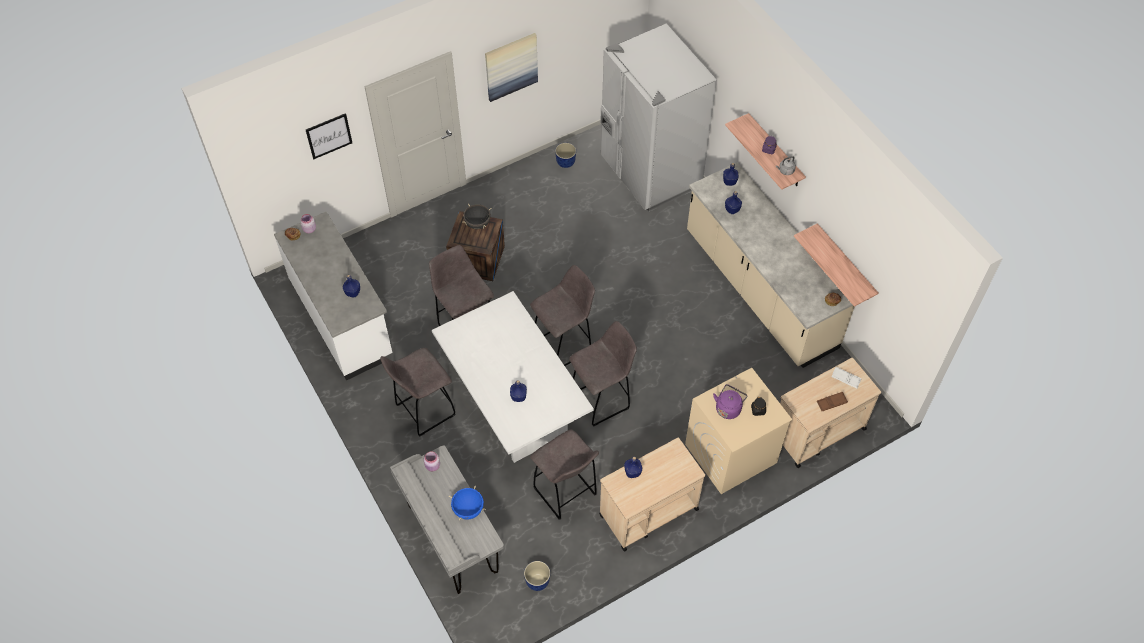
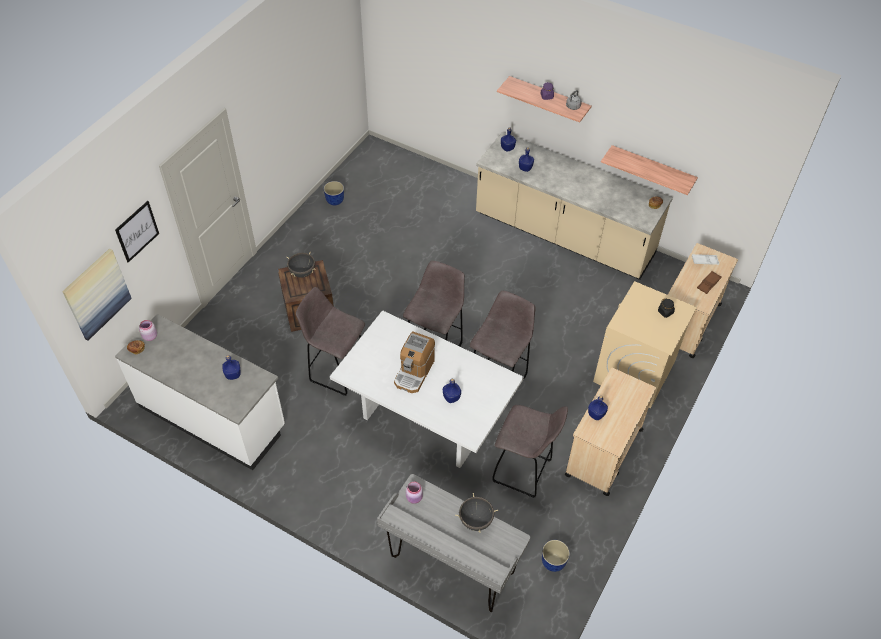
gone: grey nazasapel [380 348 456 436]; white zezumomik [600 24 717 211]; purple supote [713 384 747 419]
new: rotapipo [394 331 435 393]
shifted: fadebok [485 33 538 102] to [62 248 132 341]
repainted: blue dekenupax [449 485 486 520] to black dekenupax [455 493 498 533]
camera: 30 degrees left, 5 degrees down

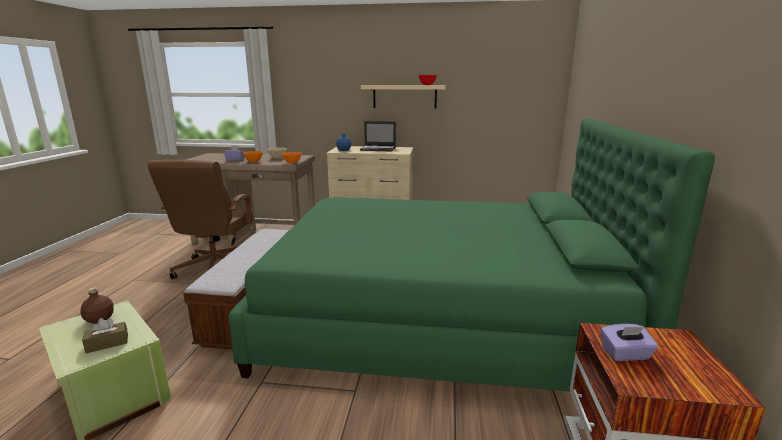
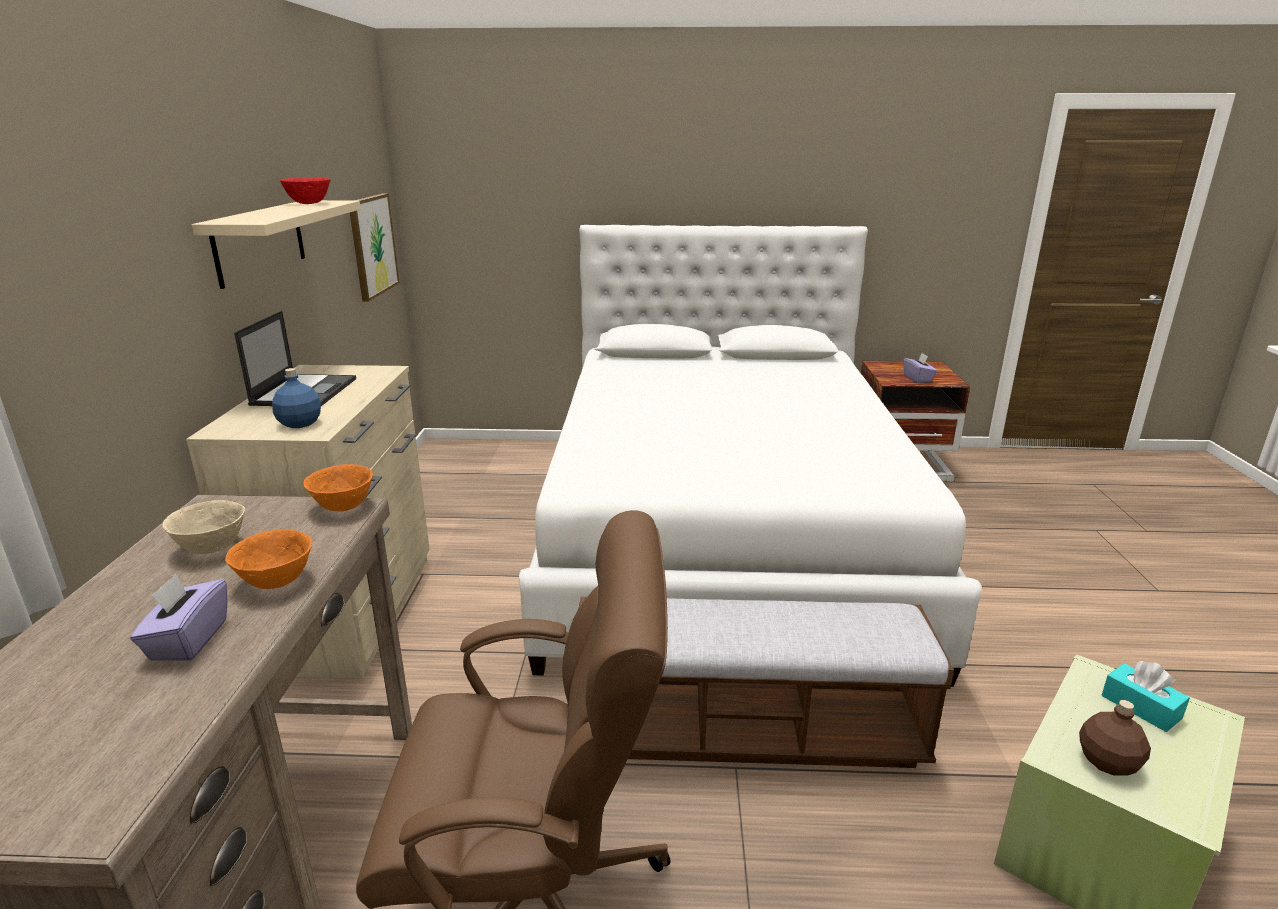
new: fadebok [350 193 400 302]
repainted: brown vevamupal [82 318 128 353] to turquoise vevamupal [1102 661 1190 732]; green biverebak [228 118 715 392] to white biverebak [519 225 982 687]
camera: 95 degrees left, 5 degrees up

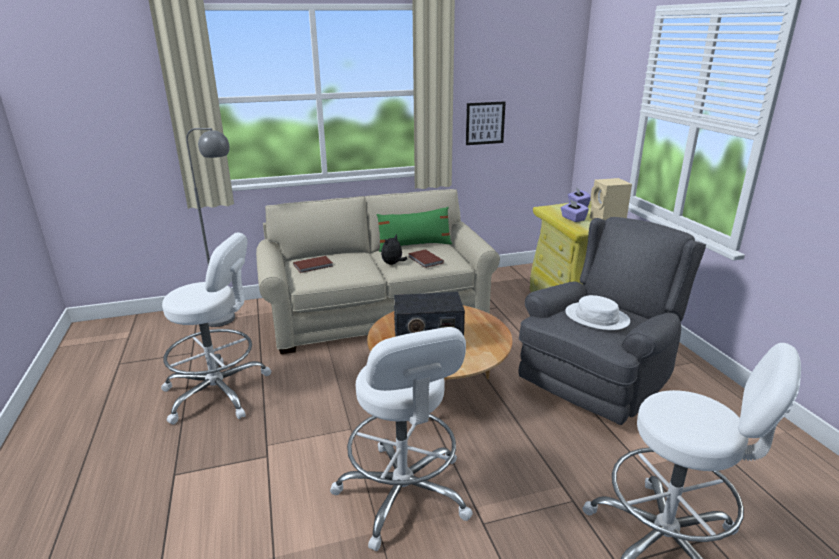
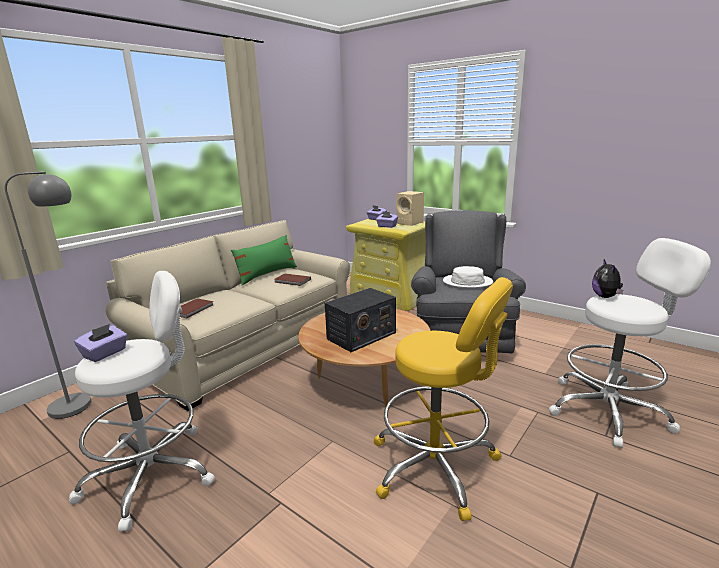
gone: fadebok [466 102 506 145]
new: purple vevamupal [74 324 127 362]
shifted: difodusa [381 234 407 265] to [592 260 623 298]
repainted: white nazasapel [330 327 473 551] to yellow nazasapel [373 277 513 521]
camera: 35 degrees left, 5 degrees down

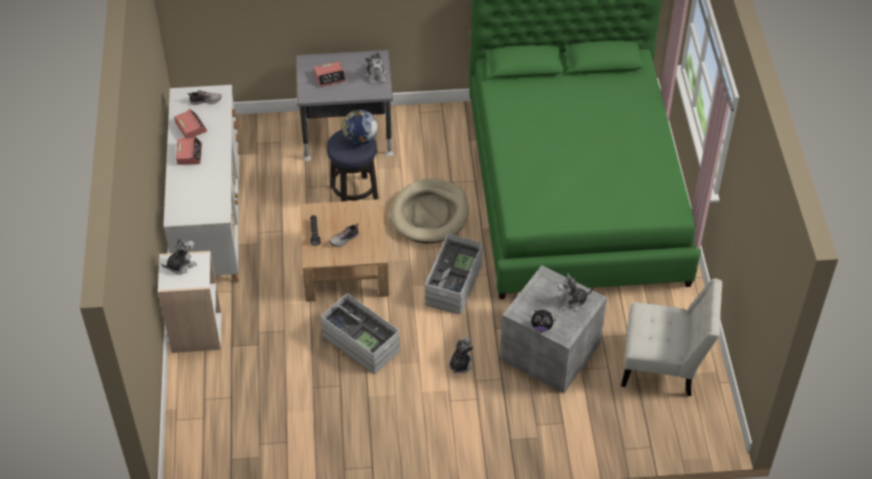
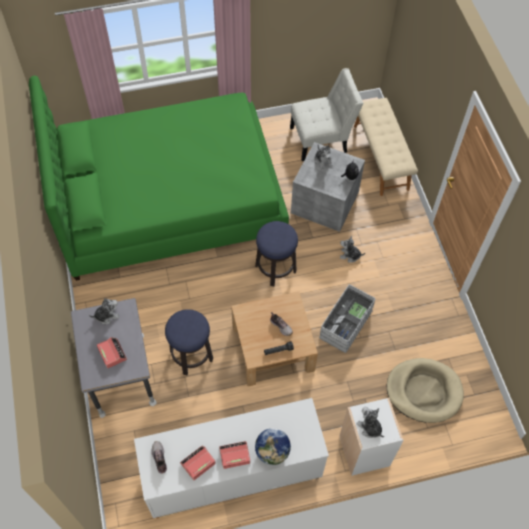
new: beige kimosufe [354 98 418 196]
shifted: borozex [342 110 378 145] to [255 428 291 465]; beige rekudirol [390 179 469 244] to [387 358 464 423]
swapped: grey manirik [425 234 483 314] to nazasapel [255 221 298 286]
rotated: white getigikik [621 278 722 396] = [290 68 363 161] 75 degrees clockwise
camera: 100 degrees left, 10 degrees up

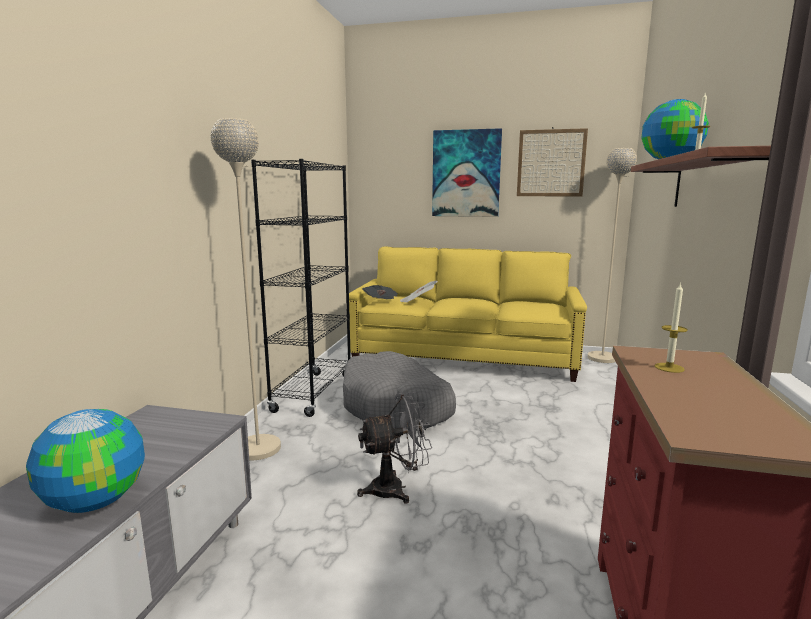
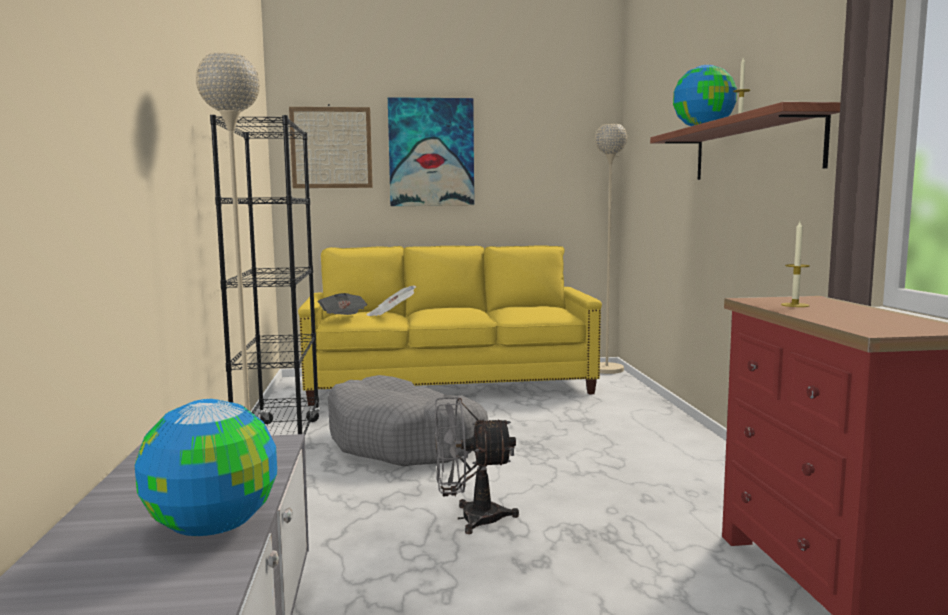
shifted: fadebok [517 127 588 196] to [289 104 373 188]
rotated: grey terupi [357 392 432 504] = [434 397 519 534] 150 degrees counterclockwise
camera: 20 degrees left, 5 degrees down

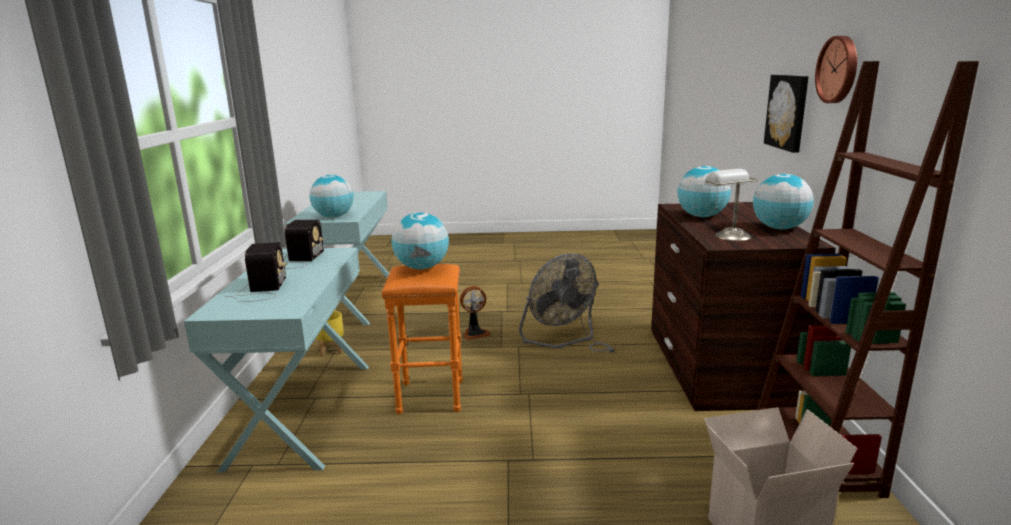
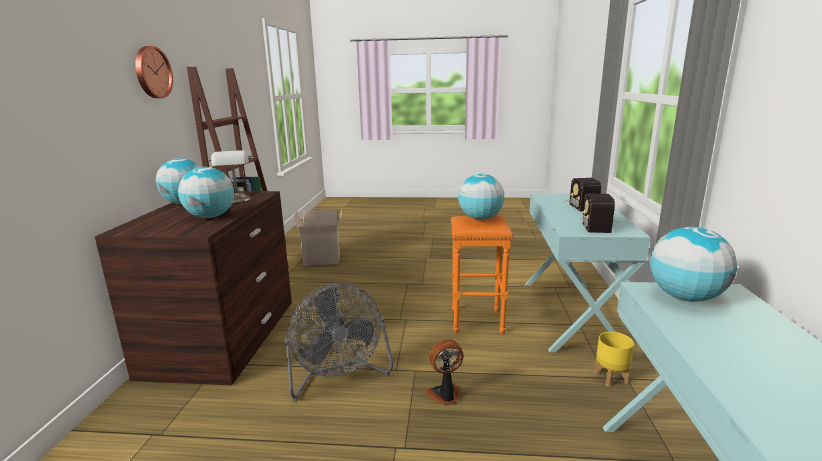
gone: fadebok [764 75 809 153]
camera: 175 degrees left, 0 degrees up

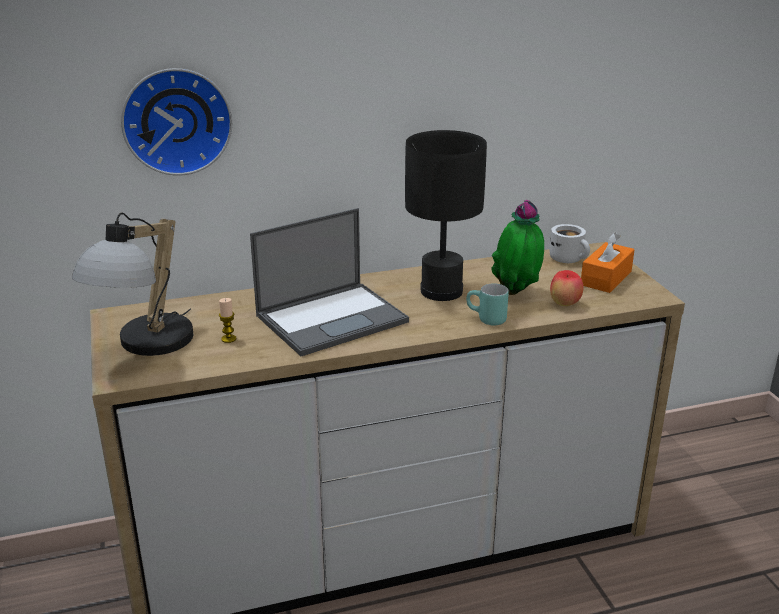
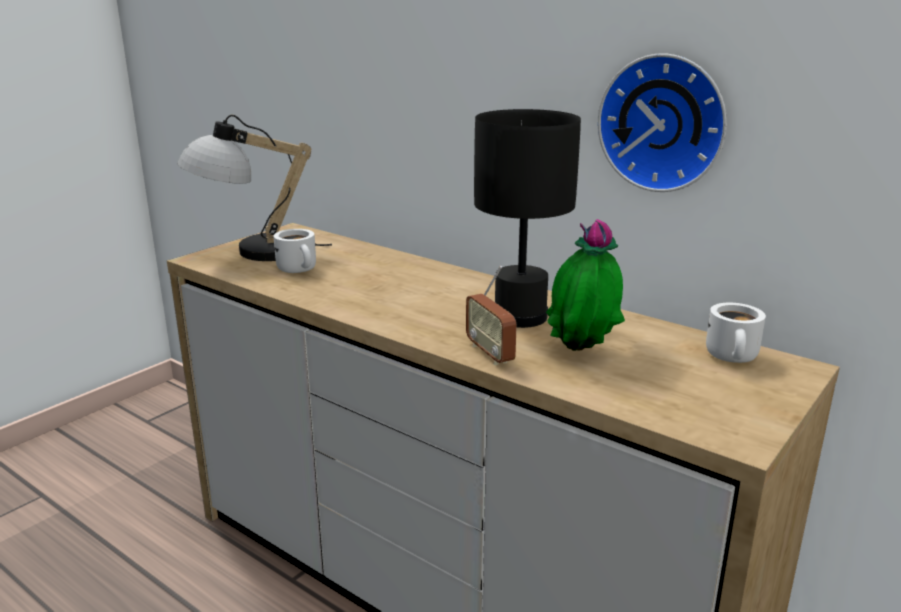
gone: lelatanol [250 208 409 356]; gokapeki [550 270 583 306]; orange vevamupal [581 232 635 293]
shifted: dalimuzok [121 68 232 175] to [598 53 727 192]
swapped: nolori [219 298 236 343] to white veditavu [273 229 316 273]; turquoise veditavu [466 283 509 325] to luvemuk [466 266 517 365]
camera: 55 degrees right, 5 degrees down

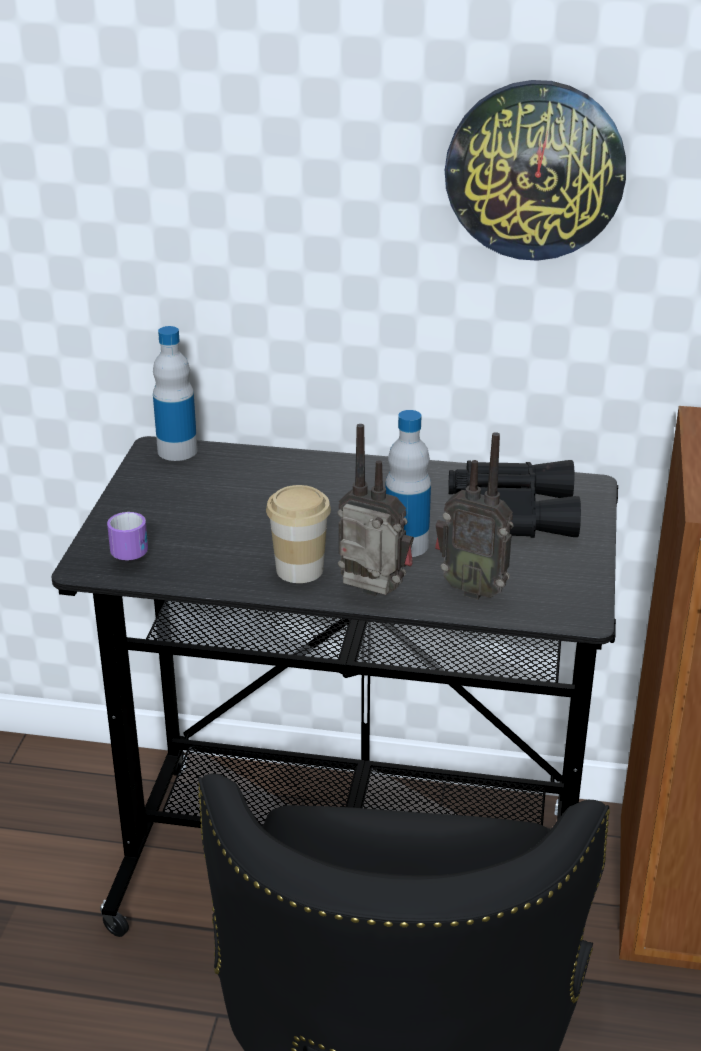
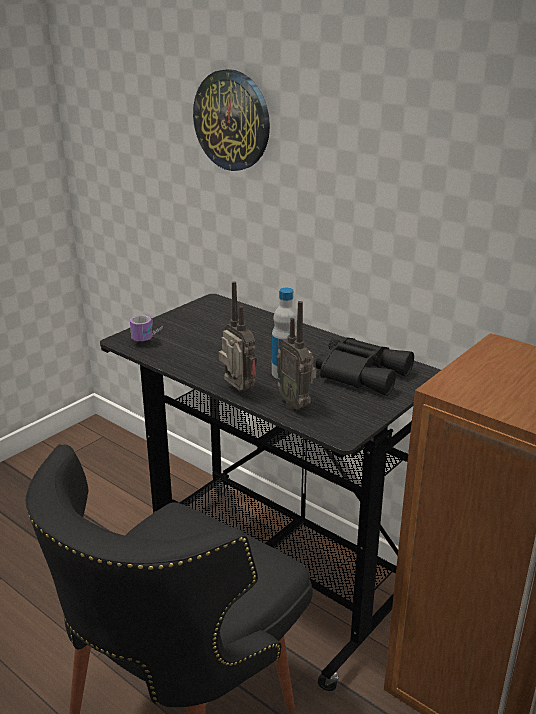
gone: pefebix [153 326 198 461]; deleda [266 485 331 583]
shifted: dalimuzok [445 80 626 261] to [193 69 270 171]
camera: 30 degrees right, 5 degrees down

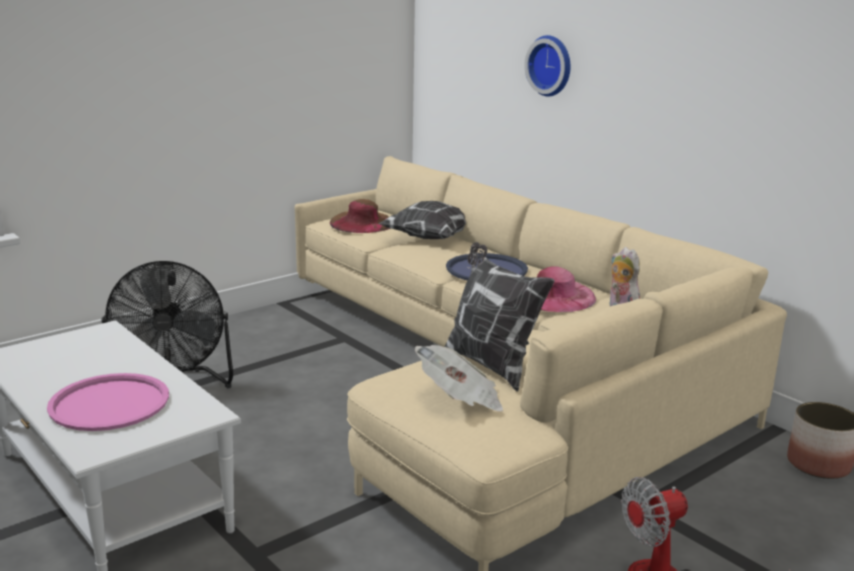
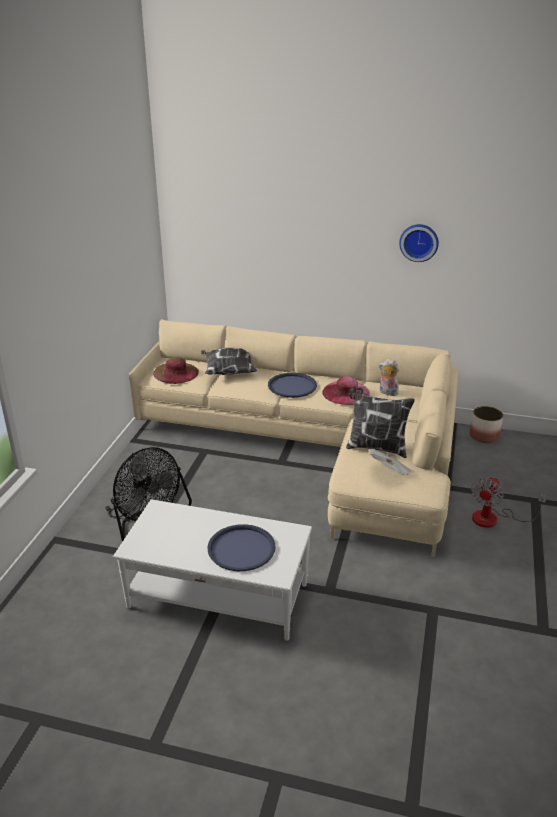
shifted: dalimuzok [524 35 570 96] to [399 224 439 262]
repainted: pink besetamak [47 373 169 431] to blue besetamak [207 524 276 571]
camera: 35 degrees left, 10 degrees up

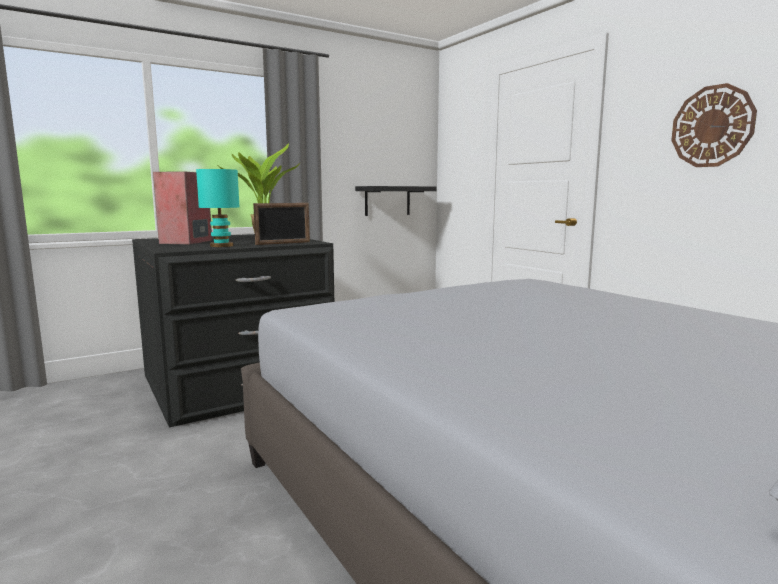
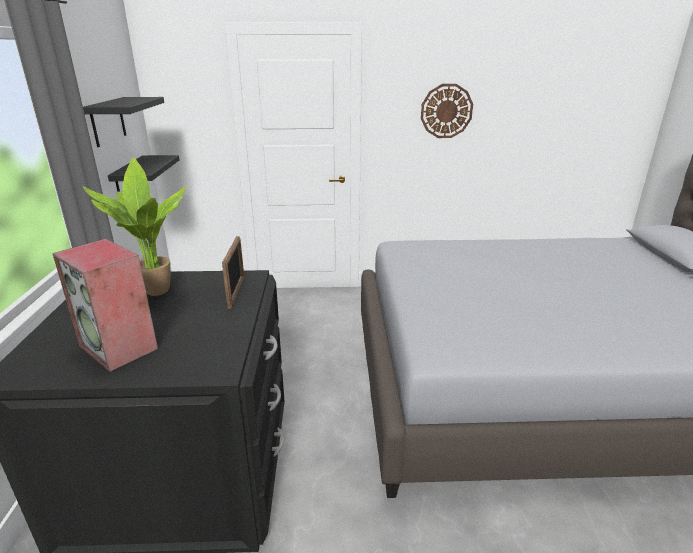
gone: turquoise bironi [196 169 240 247]
new: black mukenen [83 97 164 147]
camera: 60 degrees left, 15 degrees up

